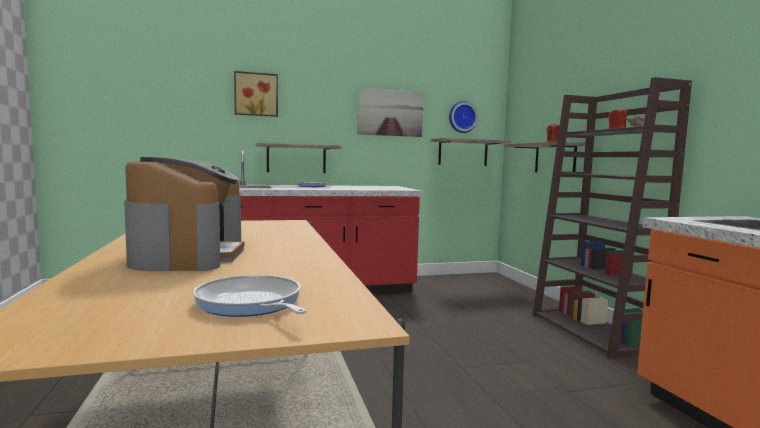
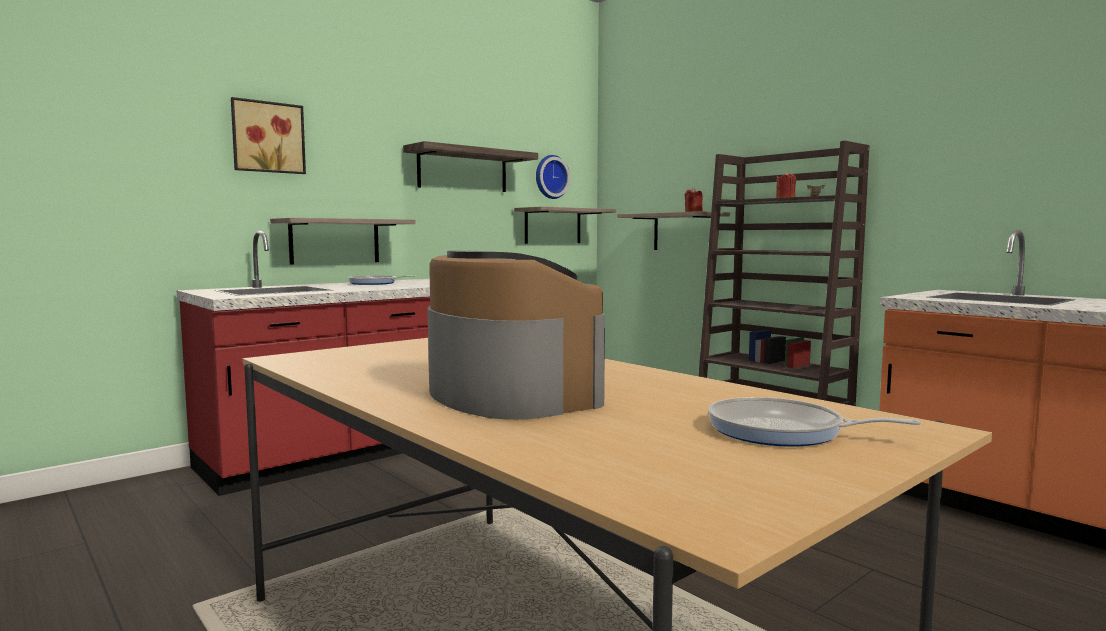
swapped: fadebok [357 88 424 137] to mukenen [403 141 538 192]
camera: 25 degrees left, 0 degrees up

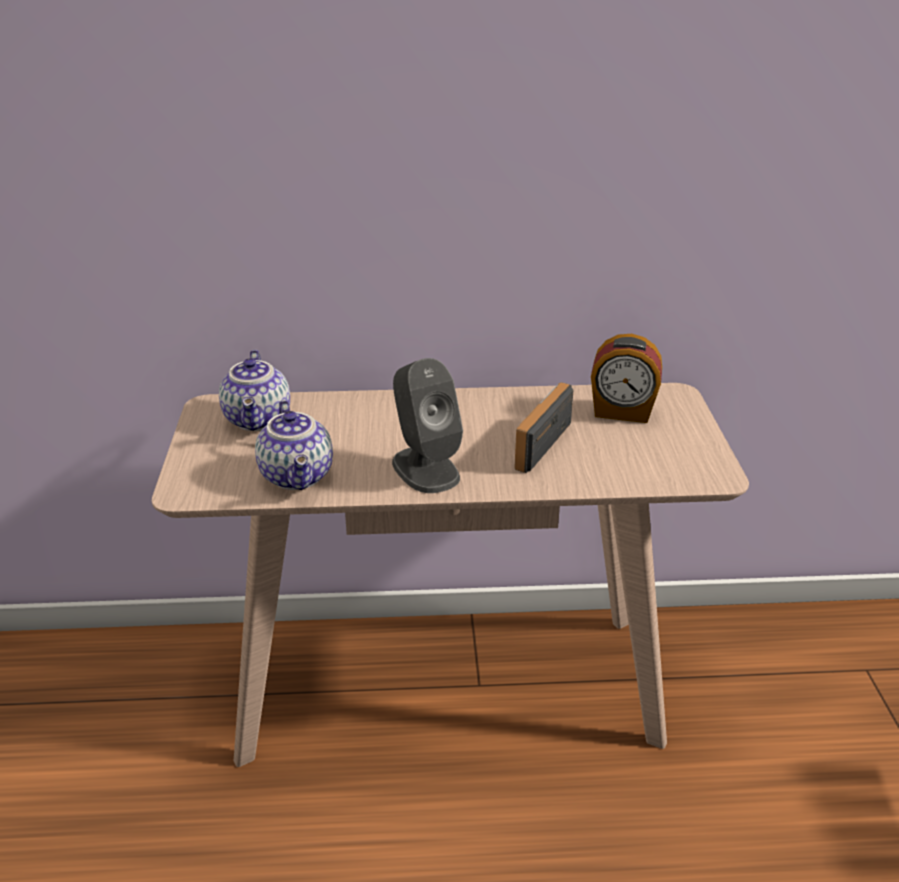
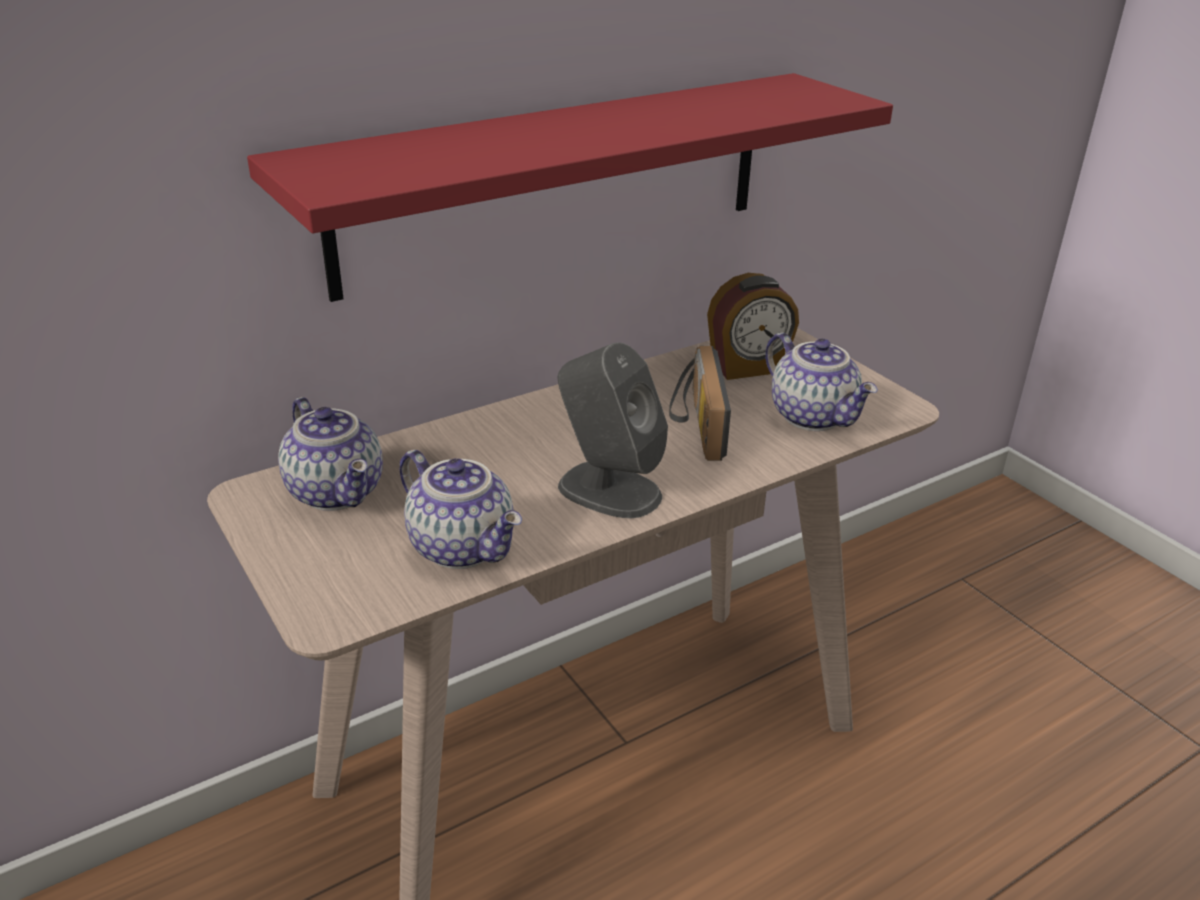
new: red mukenen [247 73 893 302]; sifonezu [765 332 878 431]
camera: 30 degrees left, 0 degrees up

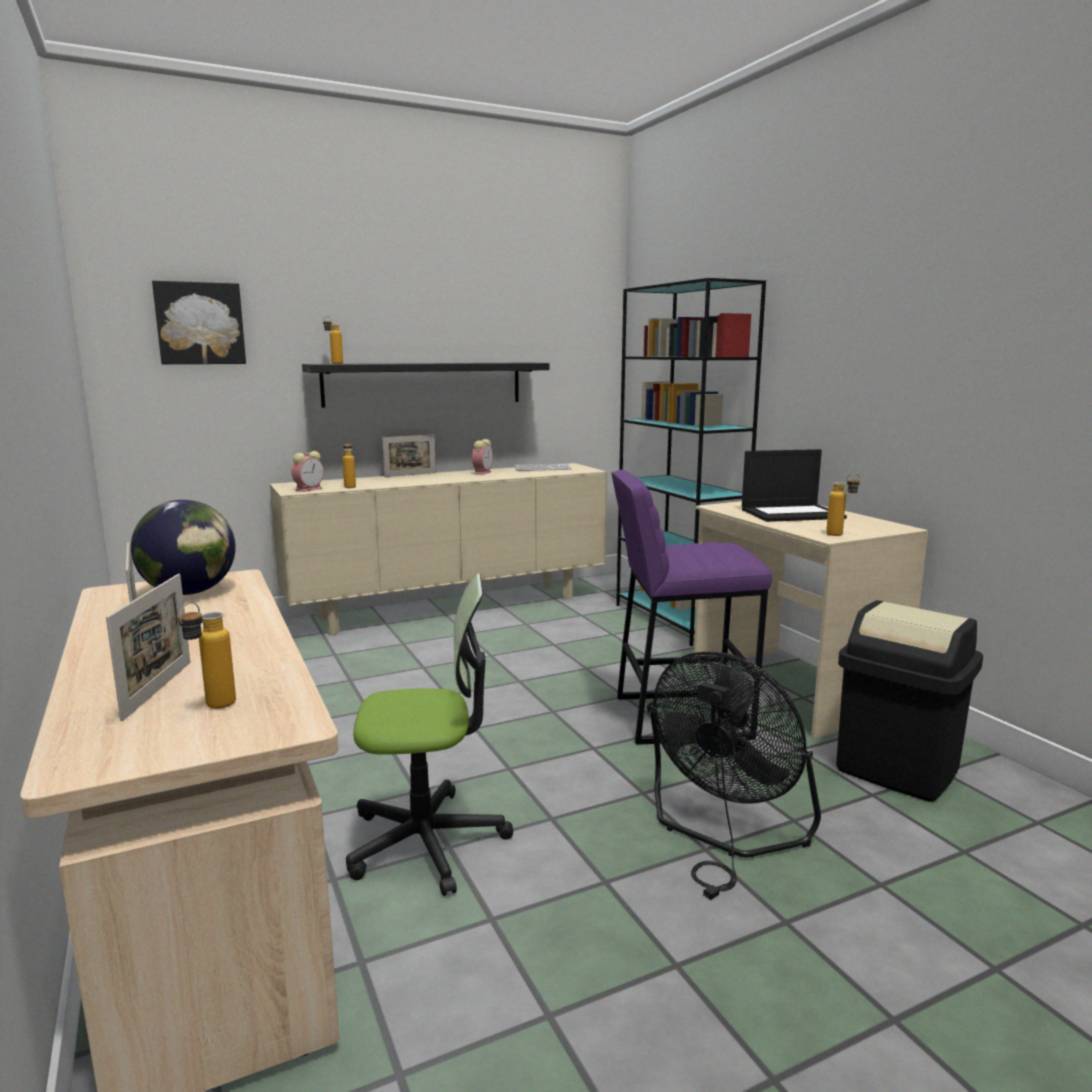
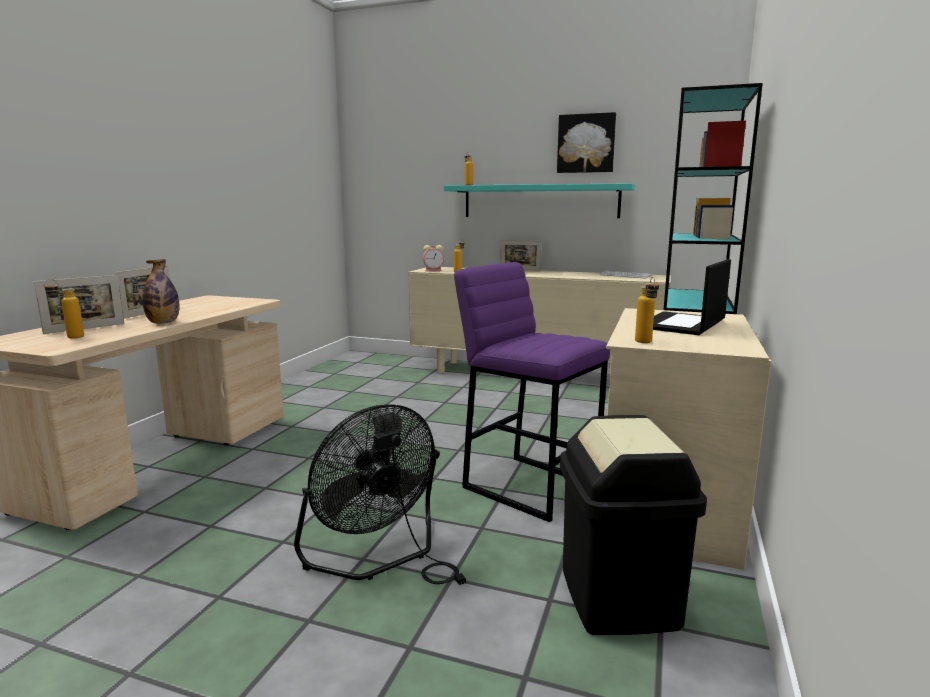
gone: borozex [131 500 236 595]; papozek [346 573 513 896]; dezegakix [472 439 493 475]
new: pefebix [143 259 179 324]
shifted: fadebok [152 281 246 364] to [557 112 616 173]
repainted: black mukenen [302 363 549 408] to turquoise mukenen [444 183 635 218]
rotated: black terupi [646 651 821 900] = [294 404 466 585] 120 degrees counterclockwise; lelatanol [742 449 847 522] = [653 259 731 335] 90 degrees clockwise
camera: 45 degrees right, 0 degrees up

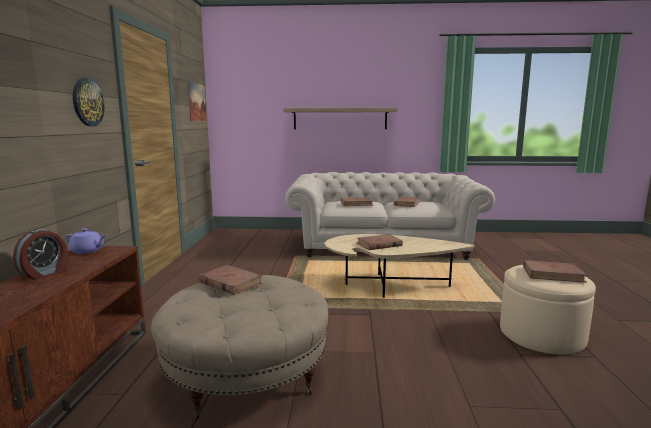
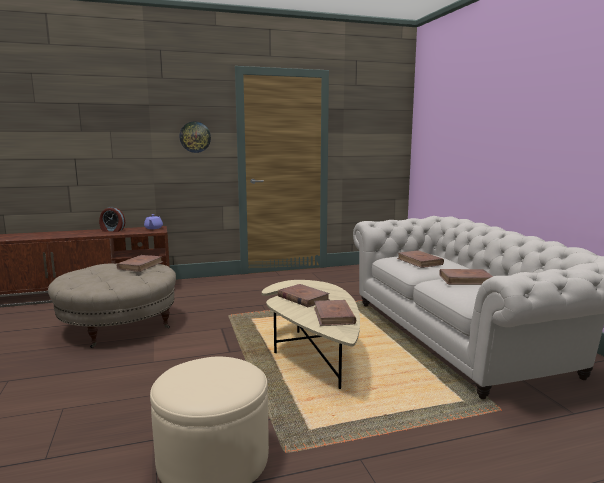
gone: fadebok [188 81 207 121]; mukenen [283 108 397 129]
shifted: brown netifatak [523 260 587 283] to [314 300 356 326]
camera: 70 degrees right, 0 degrees up

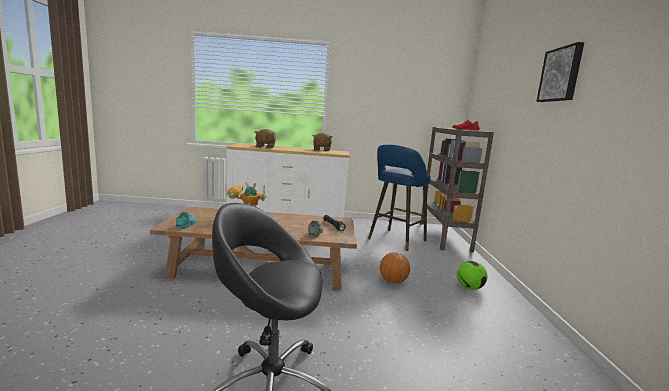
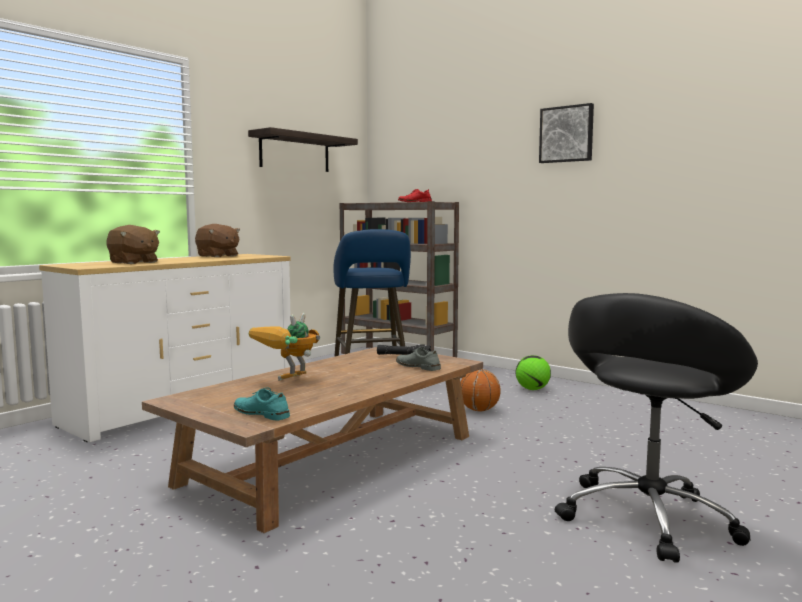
new: mukenen [248 127 358 172]
camera: 50 degrees left, 5 degrees down

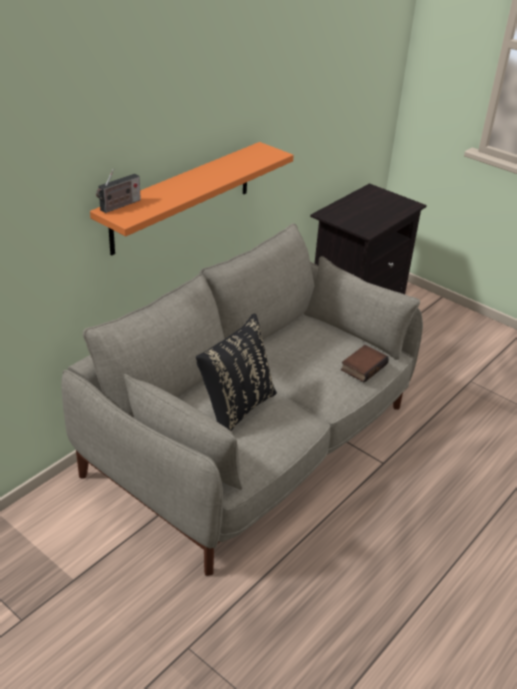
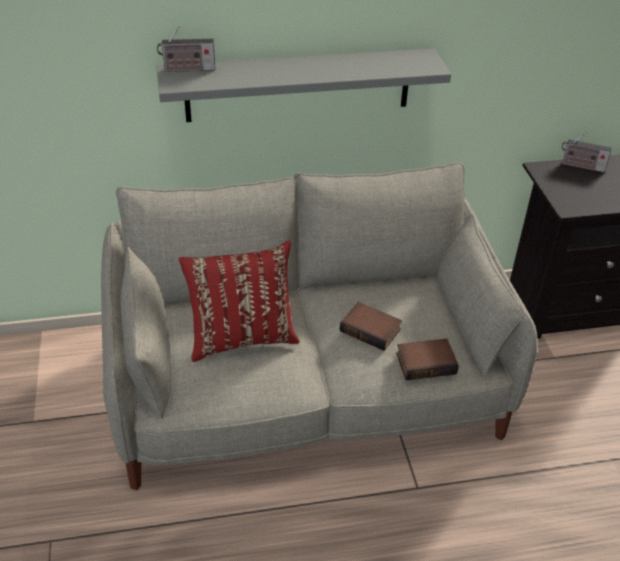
new: netifatak [340 302 402 351]; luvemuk [562 132 612 173]
repainted: orange mukenen [90 142 294 256] to grey mukenen [156 48 451 122]; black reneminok [196 313 277 431] to red reneminok [179 241 299 362]
camera: 40 degrees right, 5 degrees up

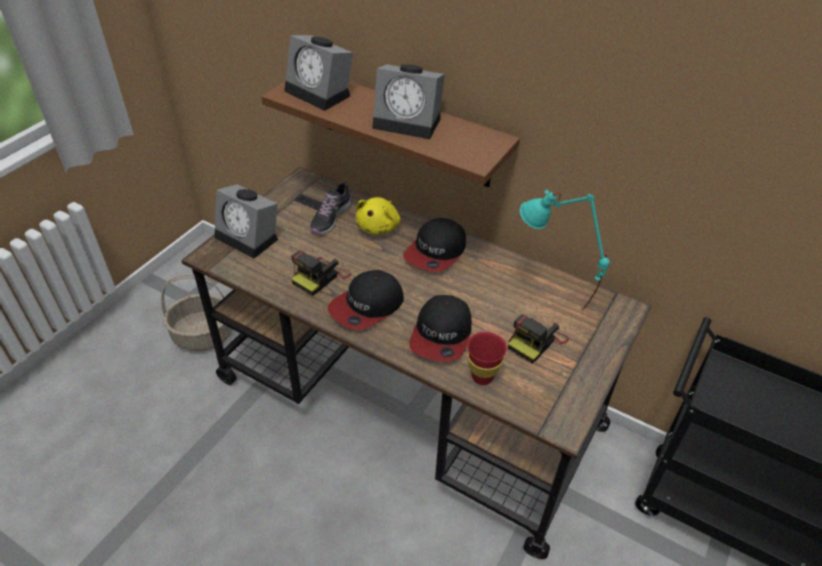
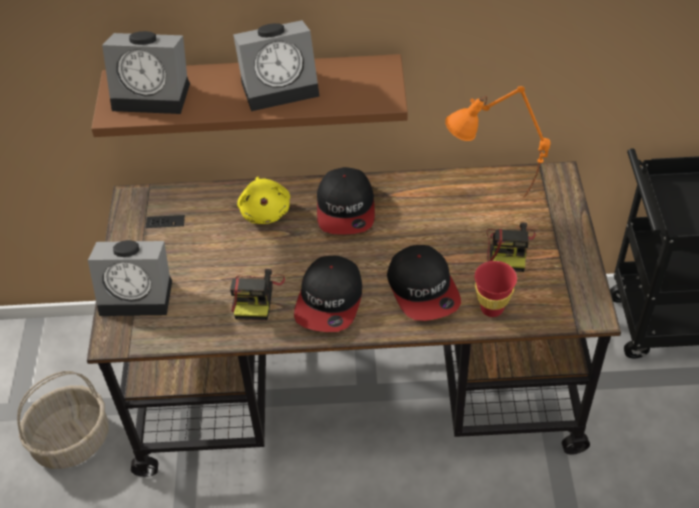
gone: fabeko [310 179 352 234]
repainted: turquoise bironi [520 190 610 311] to orange bironi [445 86 551 198]
camera: 30 degrees left, 5 degrees up

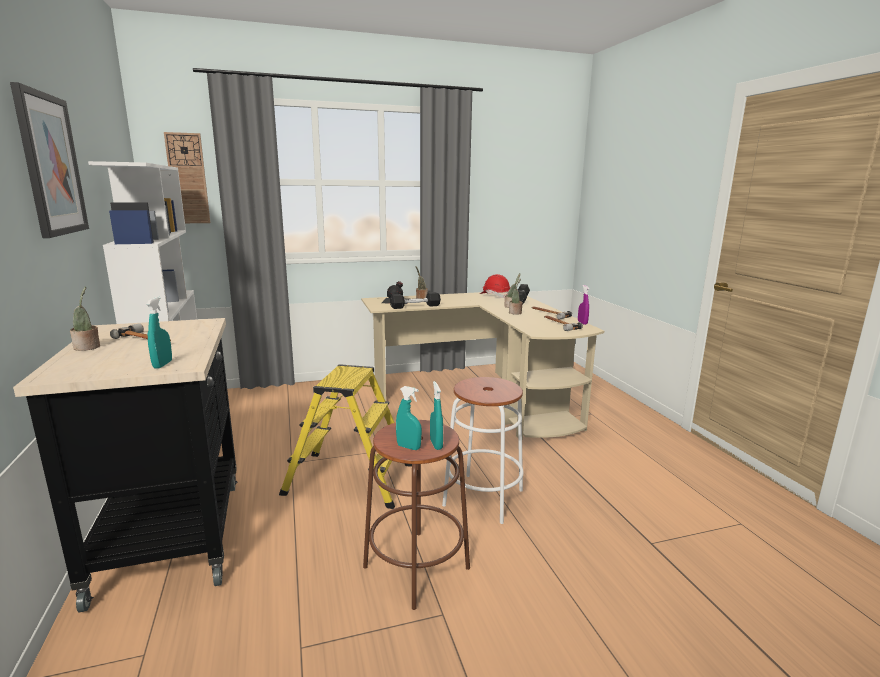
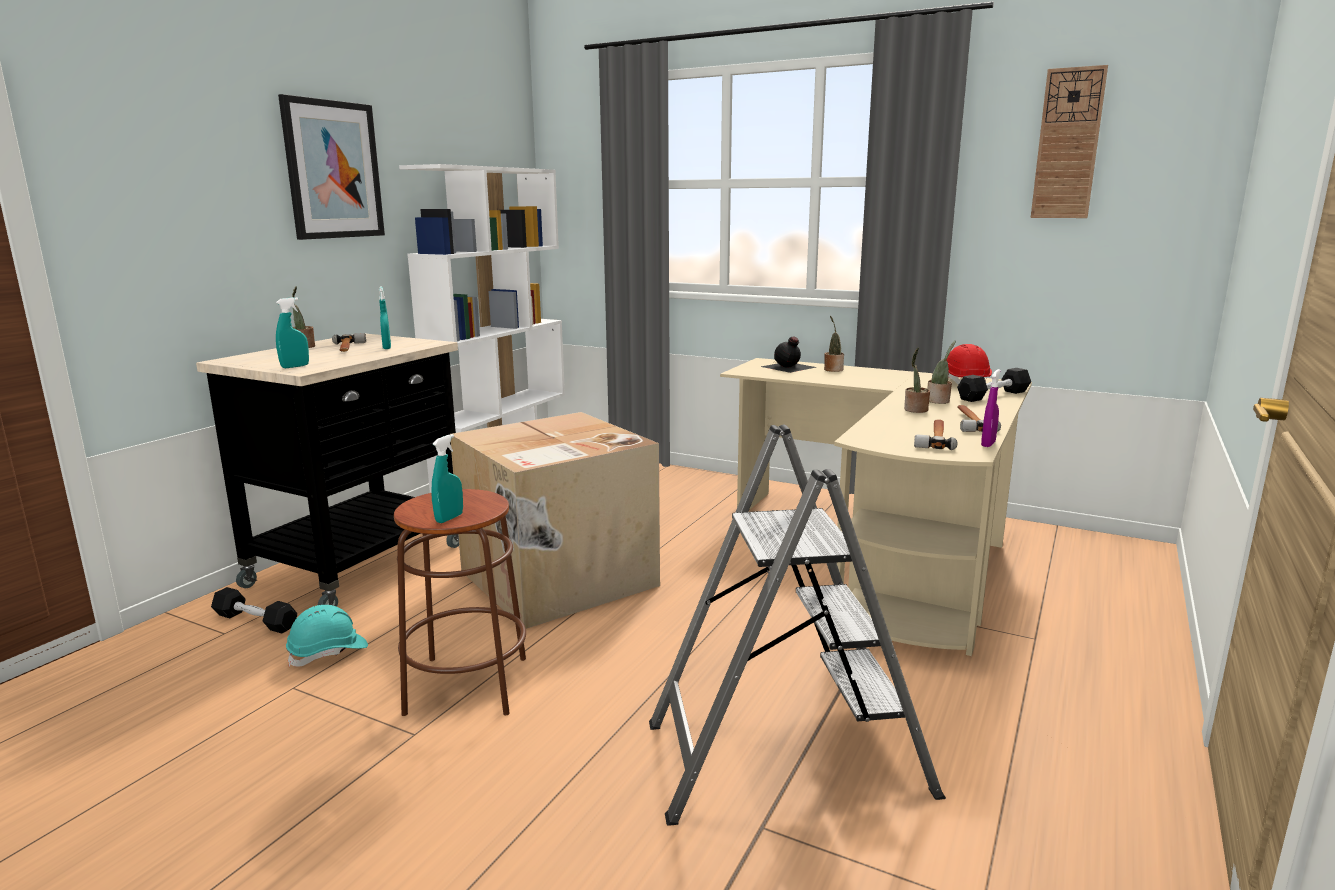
gone: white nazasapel [442 377 524 524]
new: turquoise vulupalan [286 605 368 667]; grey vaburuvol [649 425 946 826]
shifted: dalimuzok [164 132 210 223] to [1031 65 1108 218]; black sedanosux [390 292 441 309] to [211 587 297 633]; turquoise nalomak [396 386 422 450] to [379 287 391 349]
swapped: yellow vaburuvol [279 364 412 509] to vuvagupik [450 412 660 629]
camera: 45 degrees right, 0 degrees up

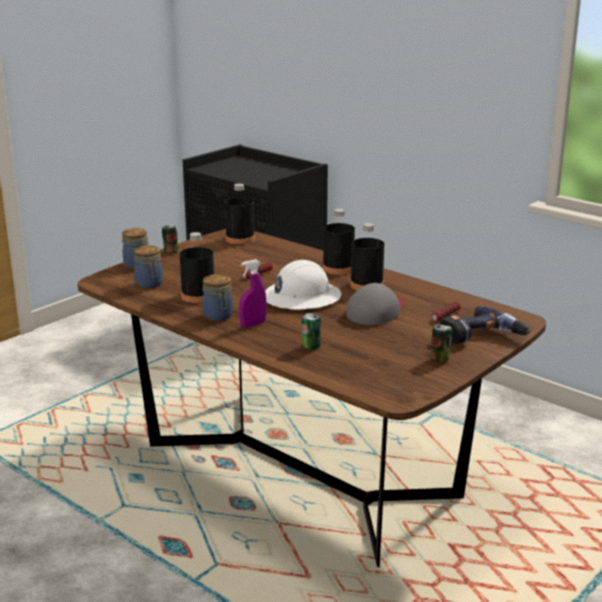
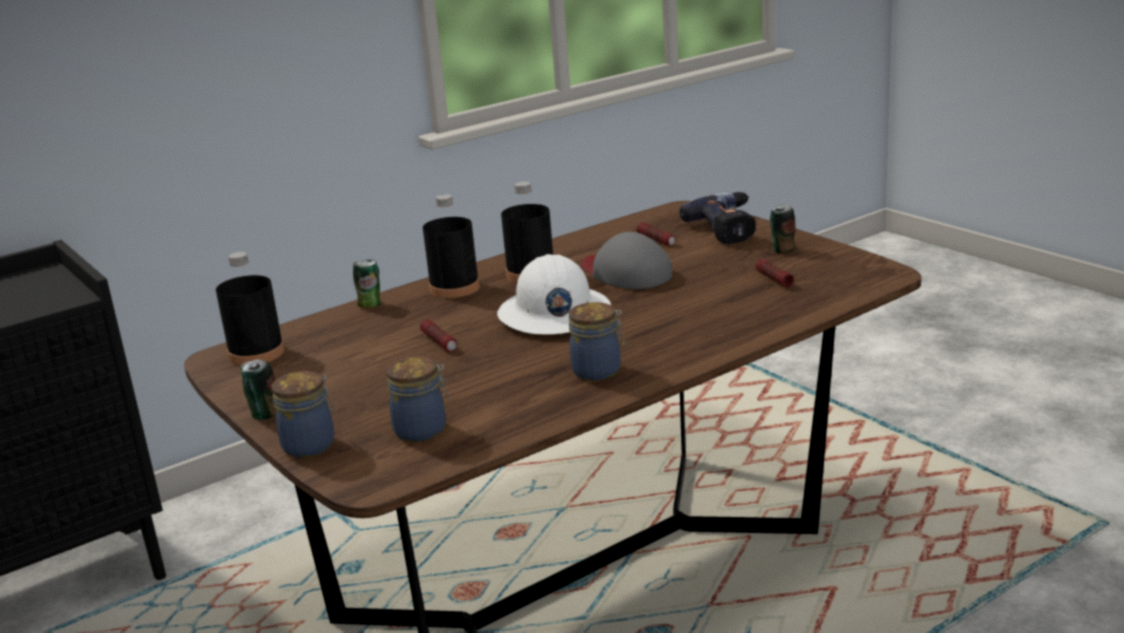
gone: black pefebix [180 232 214 303]; purple nalomak [239 259 267 328]
new: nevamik [756 259 794 287]
shifted: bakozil [302 313 321 350] to [353 259 381 308]
camera: 75 degrees left, 0 degrees up

